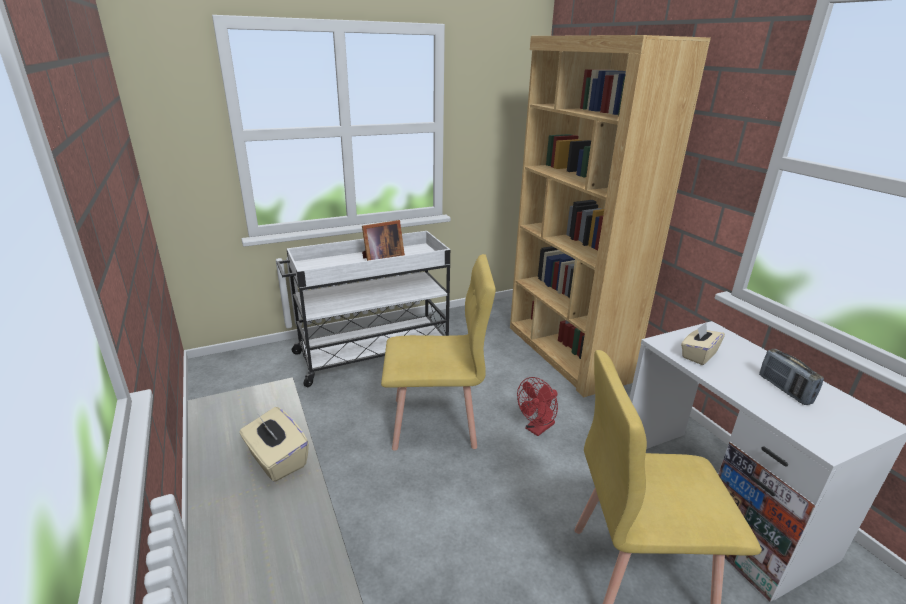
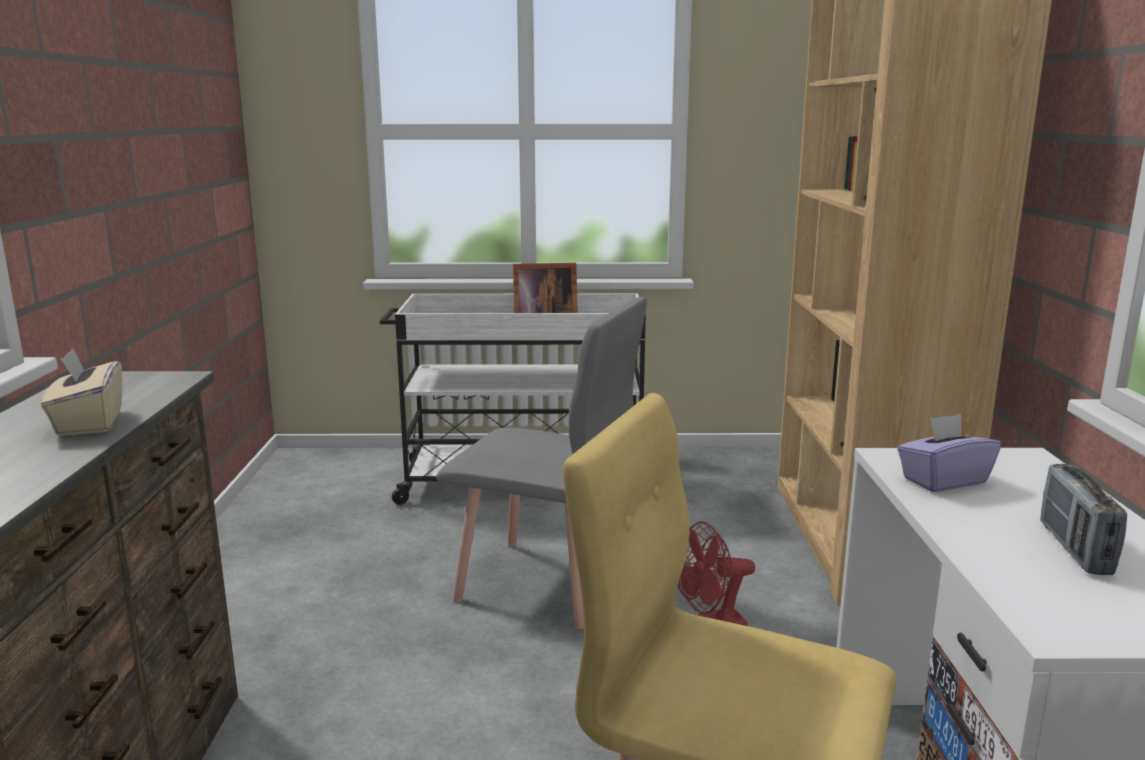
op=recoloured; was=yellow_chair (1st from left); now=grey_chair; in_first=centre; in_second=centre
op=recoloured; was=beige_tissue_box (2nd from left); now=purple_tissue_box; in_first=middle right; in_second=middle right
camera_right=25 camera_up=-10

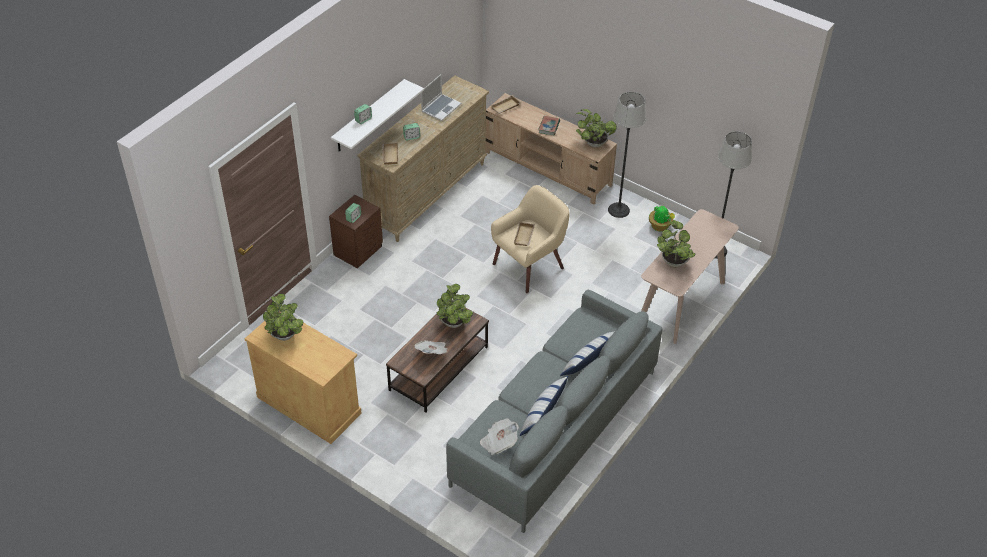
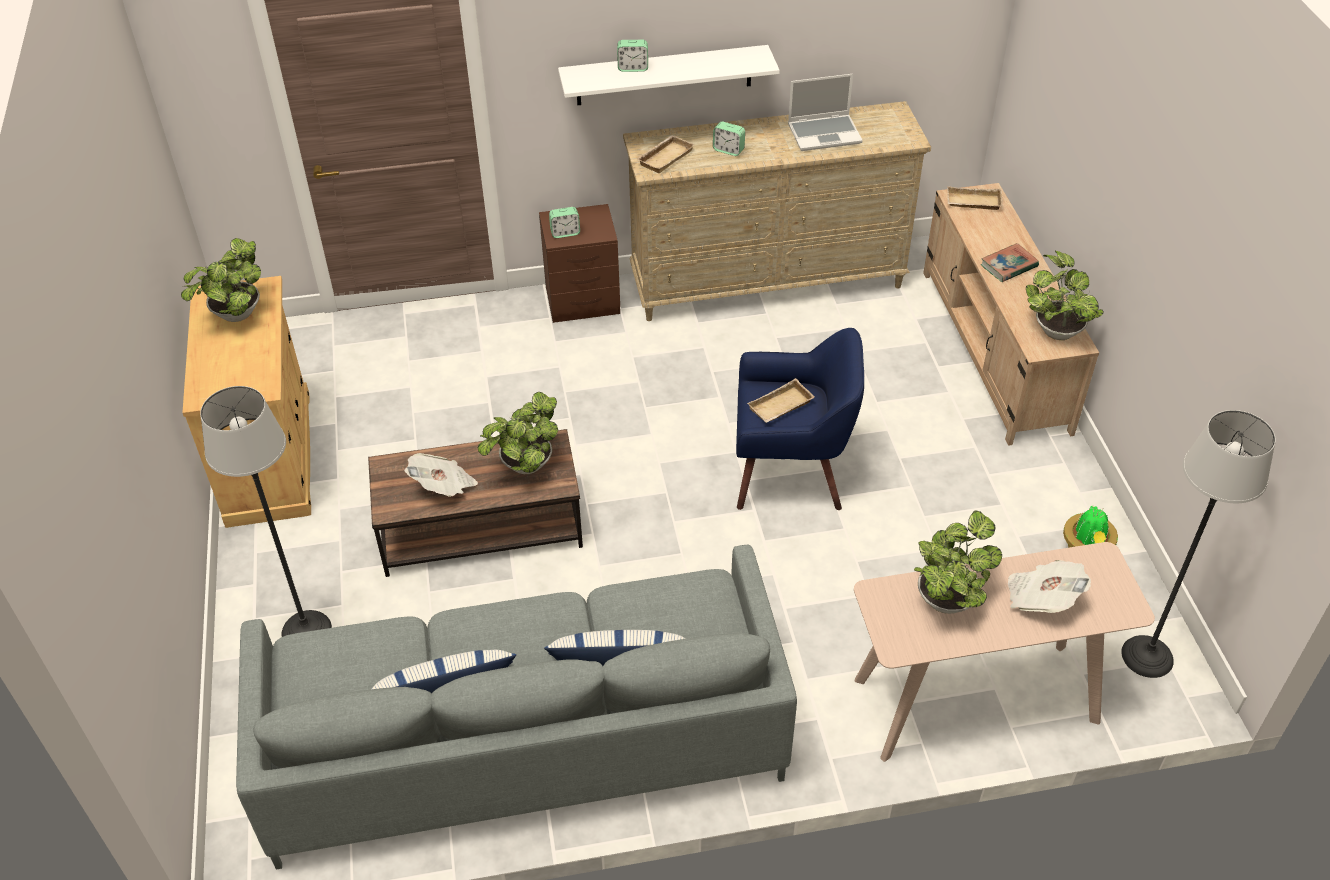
op=moved; was=newspaper (2nd from left); in_first=bottom centre; in_second=middle right
op=moved; was=floor_lamp (1st from left); in_first=top centre; in_second=middle left
op=recoloured; was=beige_armchair; now=blue_armchair; in_first=centre; in_second=centre
camera_right=45 camera_up=0

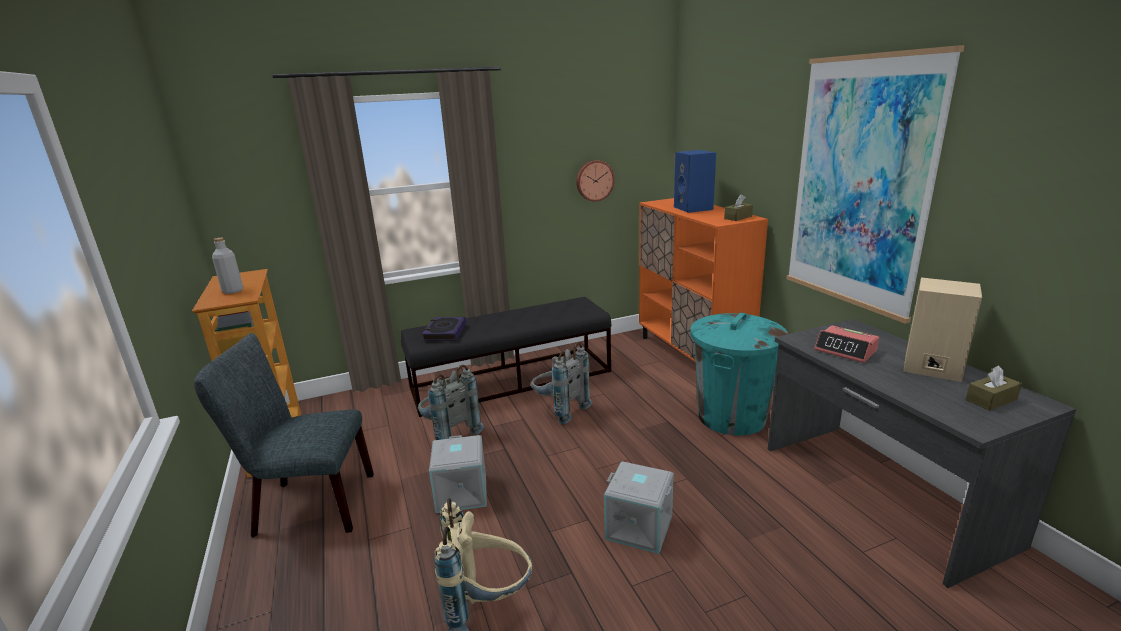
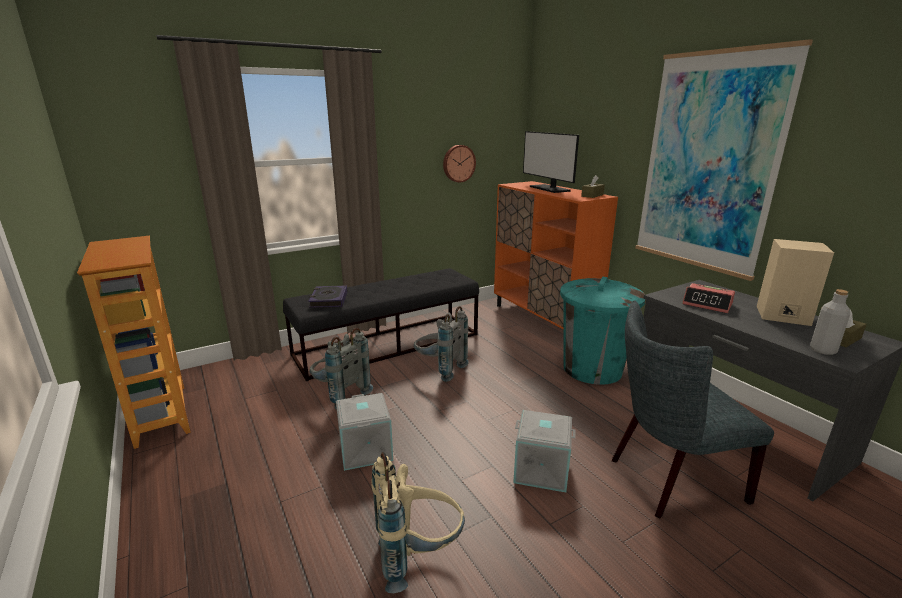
op=moved; was=grey_chair; in_first=bottom left; in_second=bottom right
op=moved; was=grey_bottle; in_first=middle left; in_second=middle right
op=replaced; was=blue_speaker; now=monitor; in_first=top centre; in_second=top centre
camera_right=-10 camera_up=0

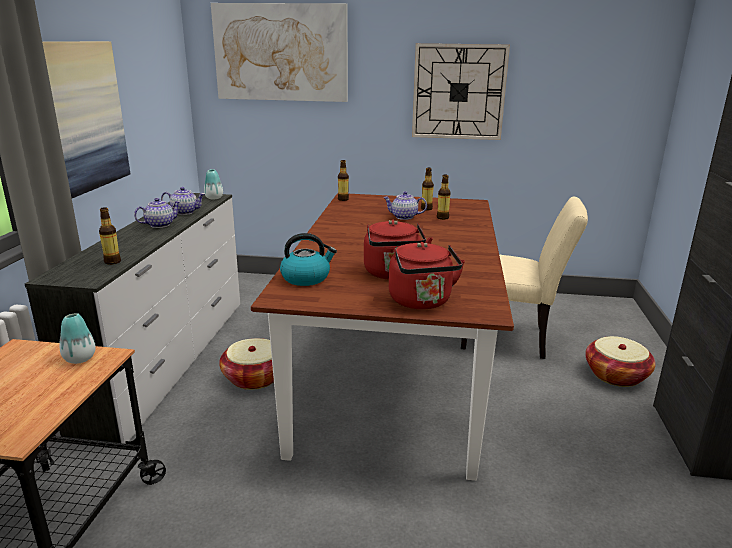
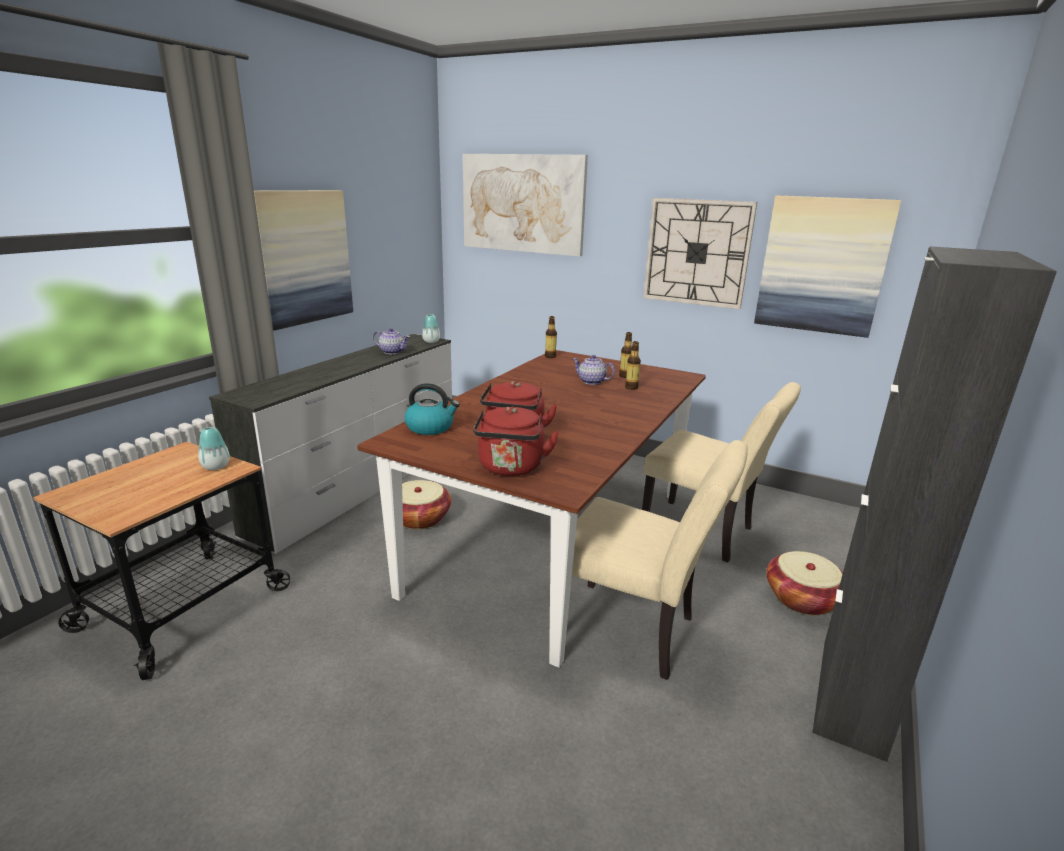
op=removed; was=bottle (1st from left); in_first=middle left
op=removed; was=teapot (1st from left); in_first=middle left
op=added; now=beige_chair (1st from left); in_second=centre
op=added; now=picture (3rd from left); in_second=top right
camera_right=20 camera_up=0

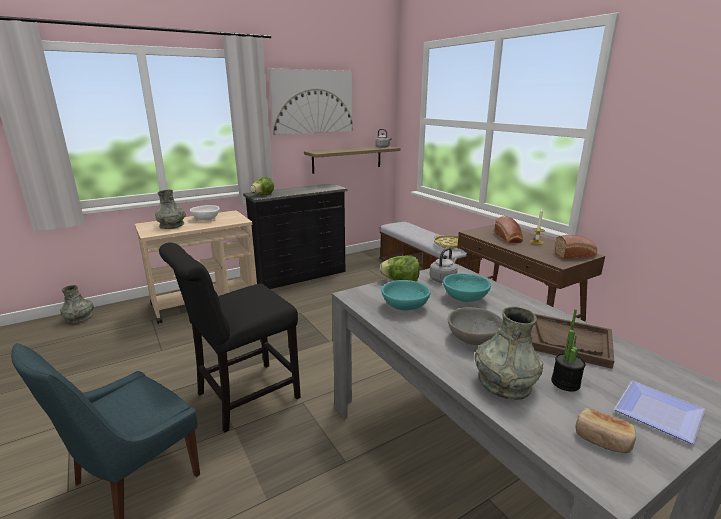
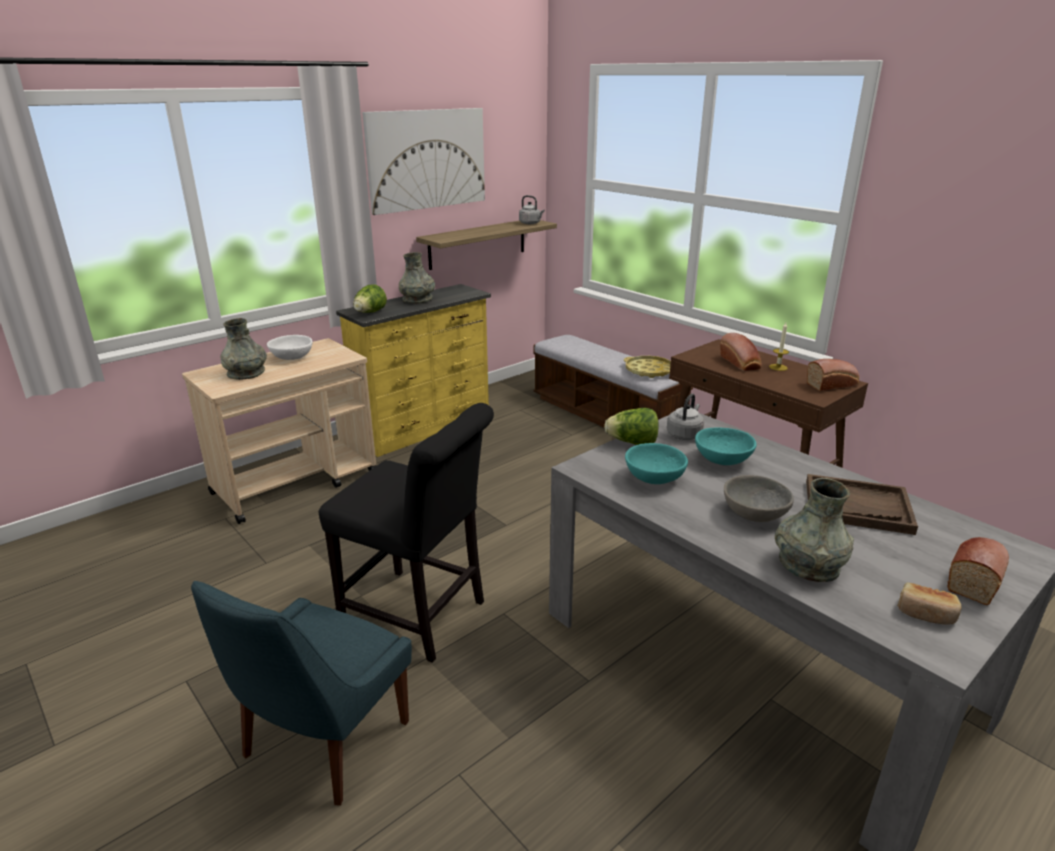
op=removed; was=potted_plant; in_first=bottom right
op=moved; was=grey_vase (1st from left in the first image); now=grey_vase (2nd from left); in_first=middle left; in_second=top centre
op=replaced; was=plate; now=bread (4th from left); in_first=bottom right; in_second=bottom right
op=recoloured; was=black_dresser; now=yellow_dresser; in_first=centre; in_second=centre
op=turned; was=black_chair; in_first=middle left; in_second=centre; clockwise=-105
camera_right=-10 camera_up=5

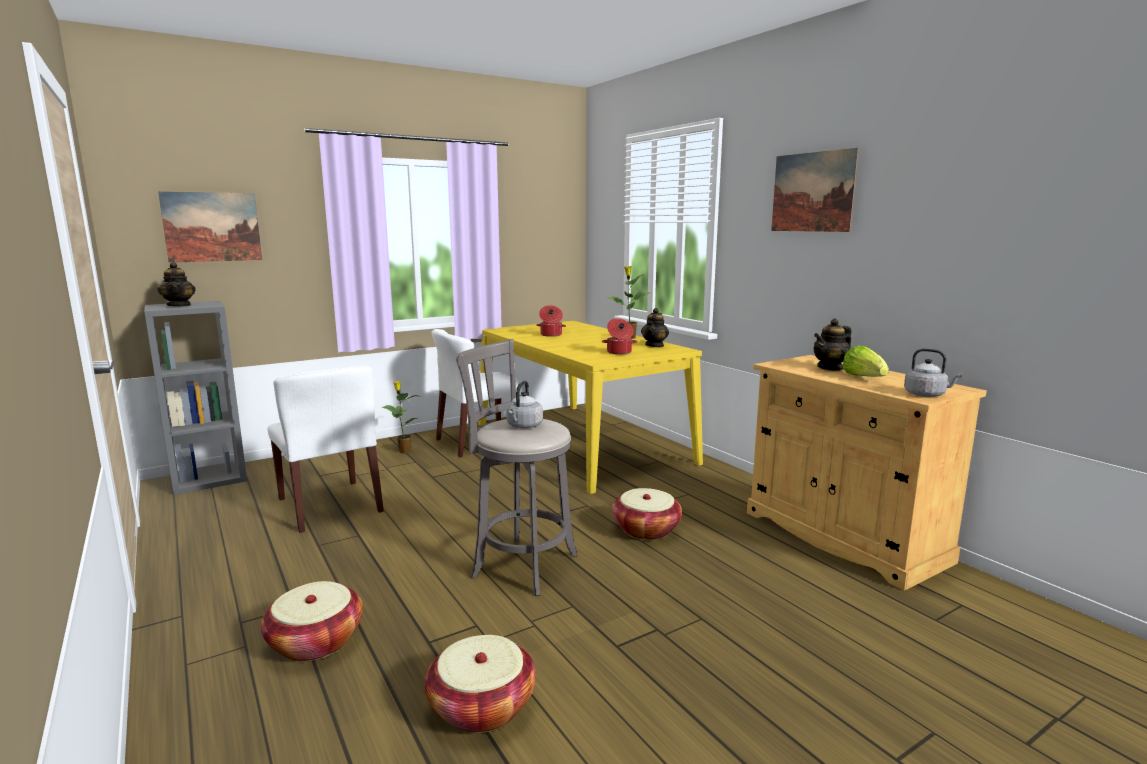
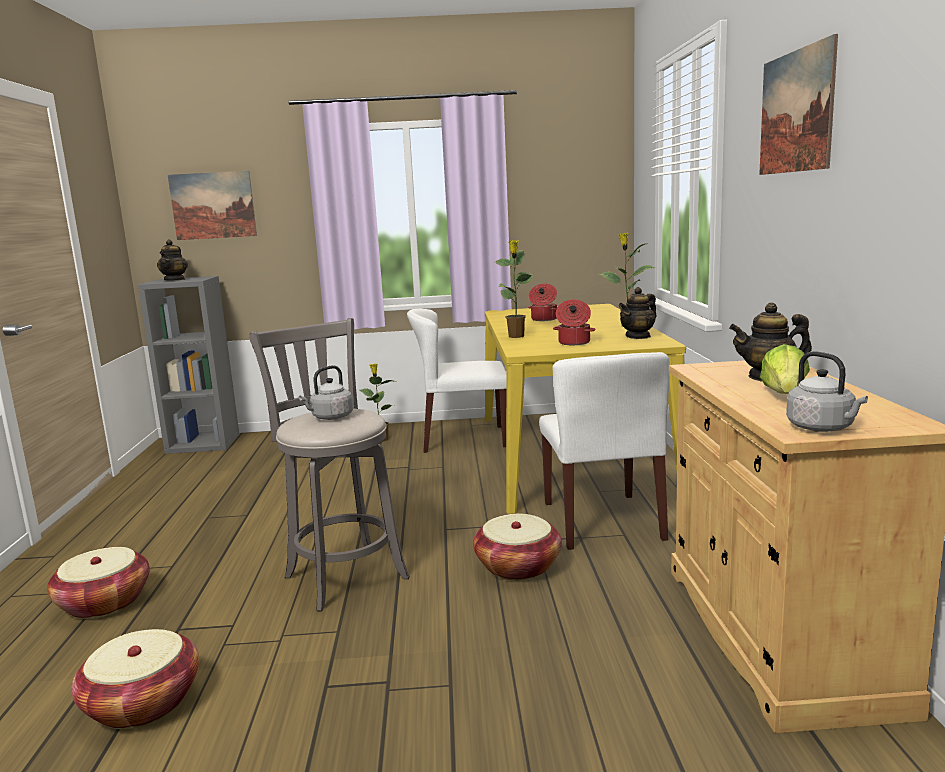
op=added; now=potted_plant (2nd from left); in_second=centre
op=moved; was=white_chair (1st from left in the first image); now=white_chair (2nd from left); in_first=middle left; in_second=centre
camera_right=30 camera_up=0

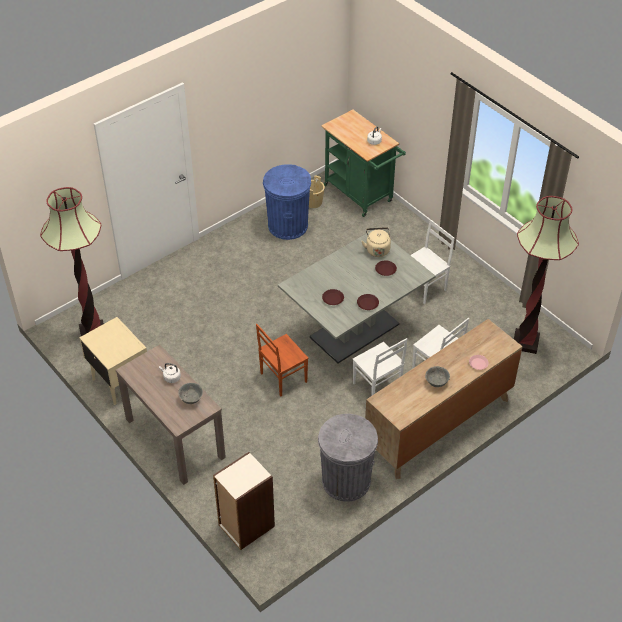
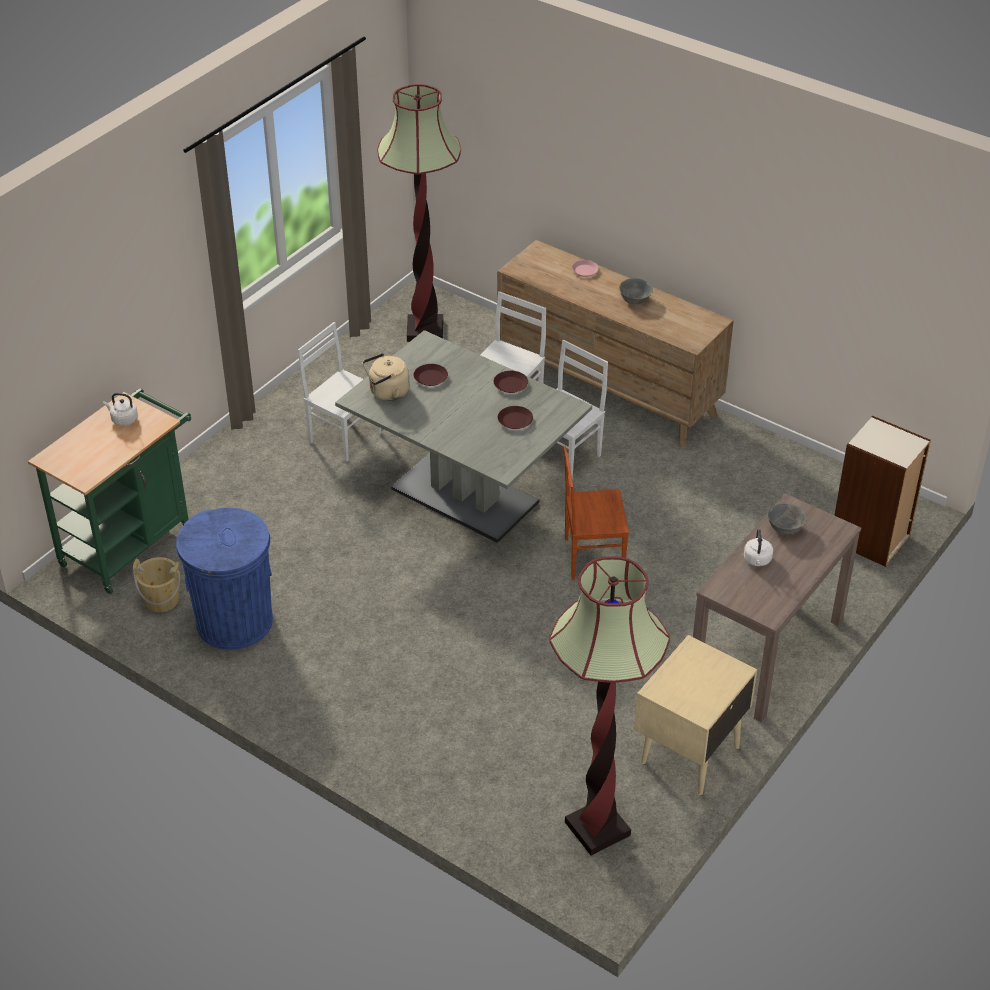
op=removed; was=grey_trash_can; in_first=bottom centre
op=turned; was=brown_chair; in_first=centre; in_second=centre; clockwise=135
camera_right=-105 camera_up=-5

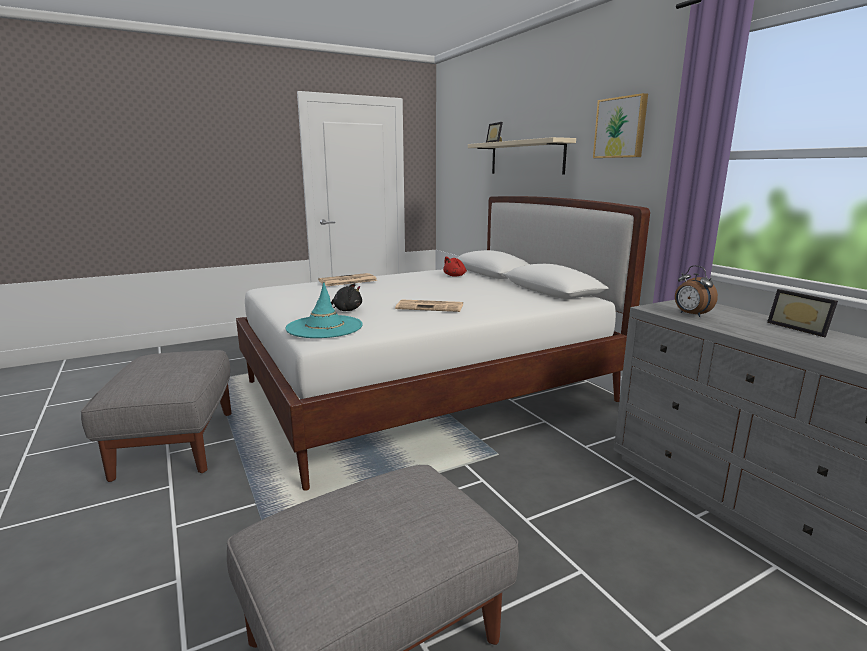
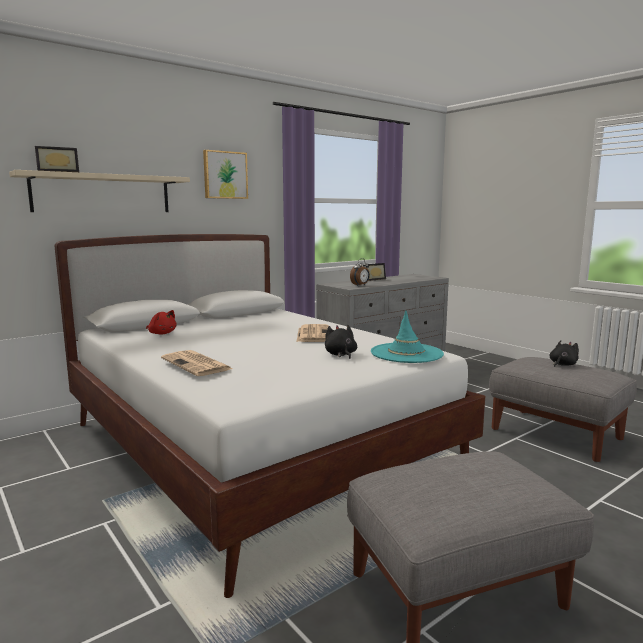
op=added; now=black_plush_toy (2nd from left); in_second=middle right
camera_right=-100 camera_up=-5

